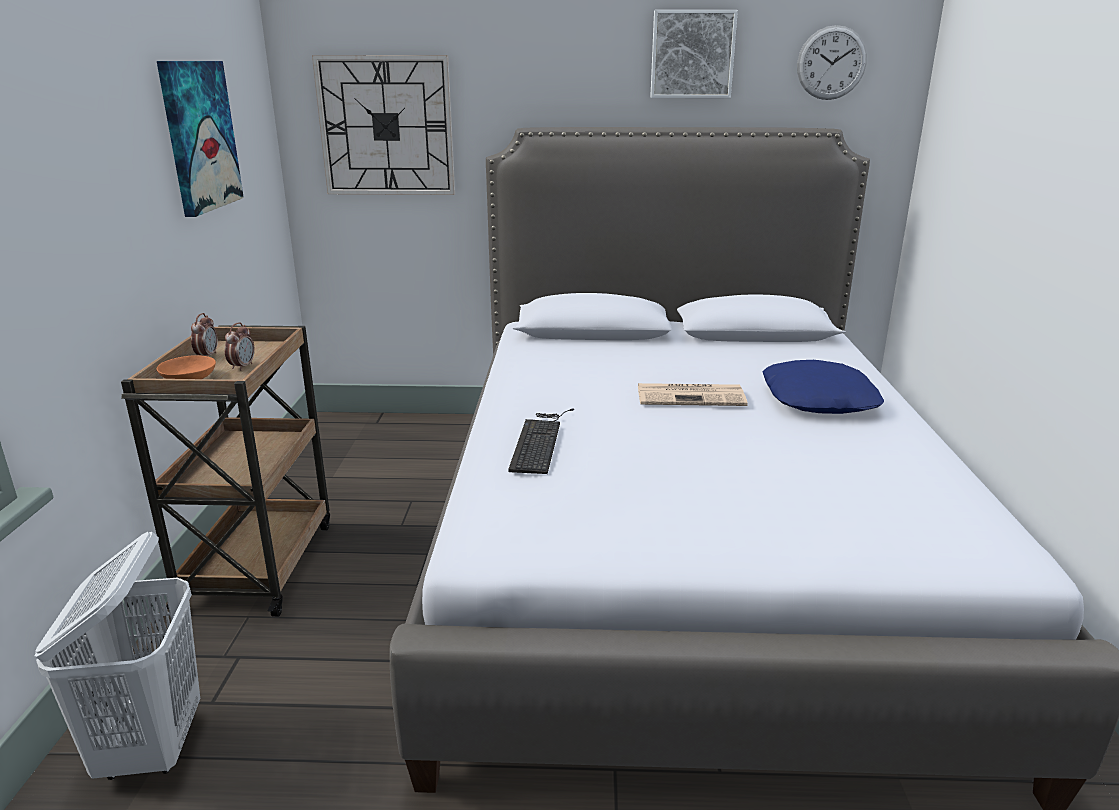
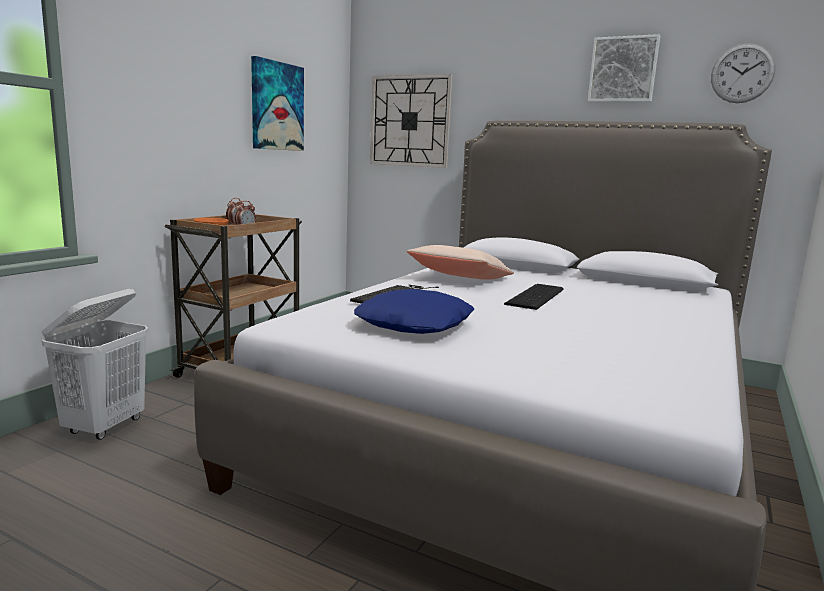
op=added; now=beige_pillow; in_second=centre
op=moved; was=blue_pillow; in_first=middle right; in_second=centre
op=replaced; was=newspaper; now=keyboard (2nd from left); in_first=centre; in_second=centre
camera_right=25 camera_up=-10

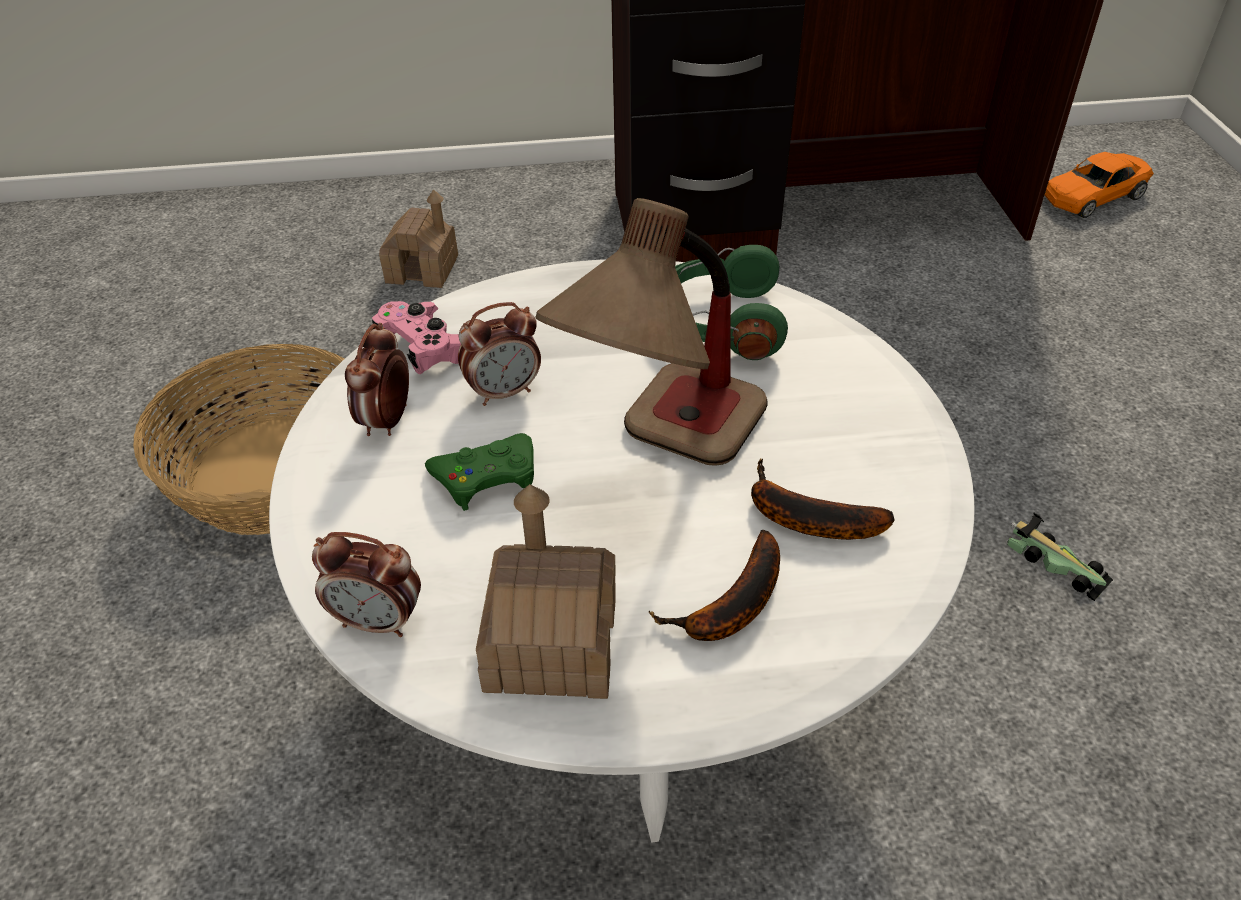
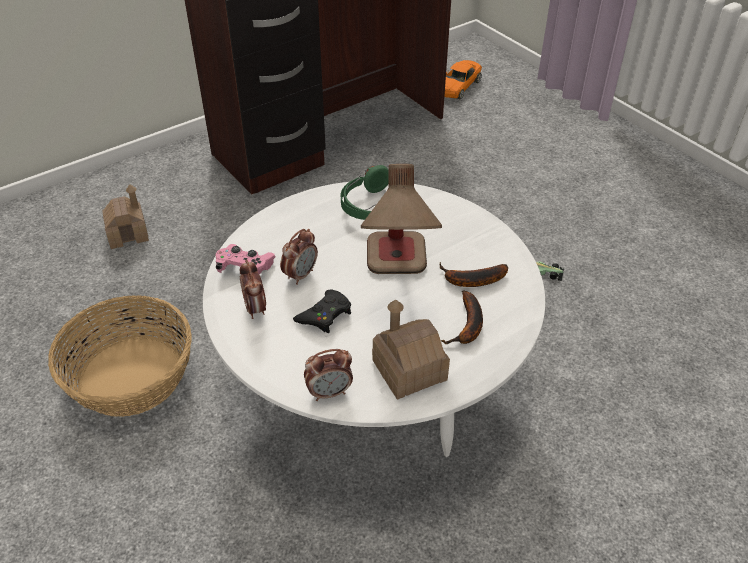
op=recoloured; was=green_game_controller; now=black_game_controller; in_first=centre; in_second=centre
camera_right=-30 camera_up=0

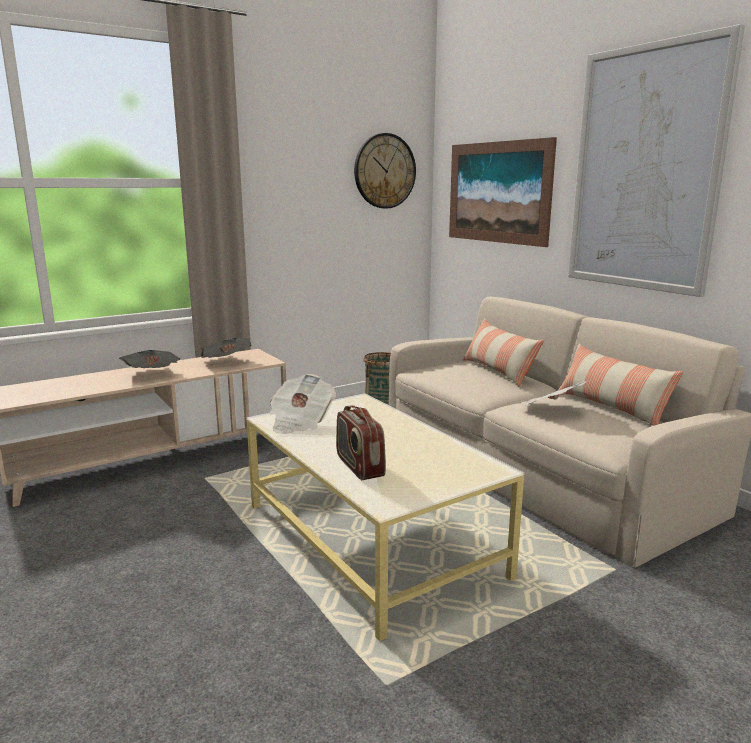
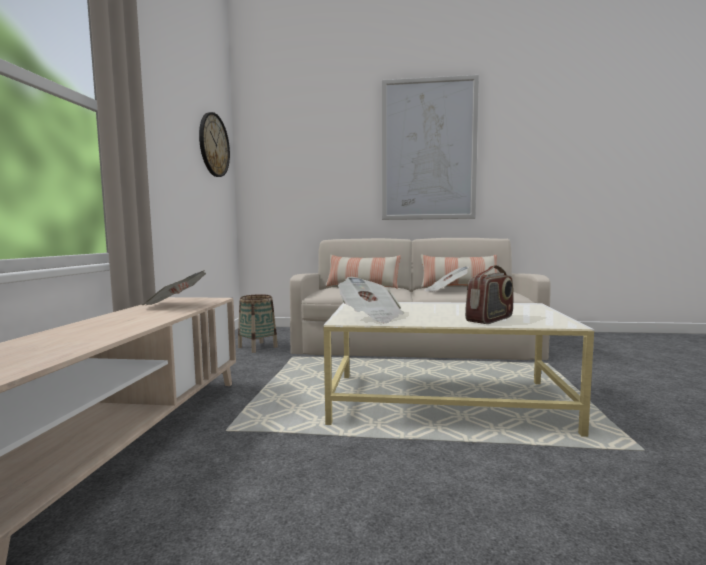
op=removed; was=newspaper (1st from left); in_first=middle left
op=removed; was=picture (1st from left); in_first=top right
op=turned; was=radio; in_first=centre; in_second=middle right; clockwise=-60
camera_right=-50 camera_up=-10

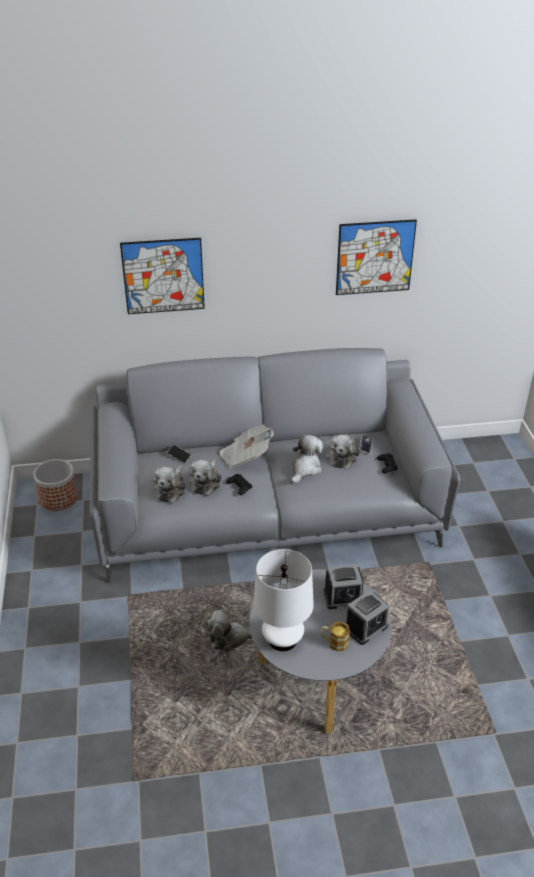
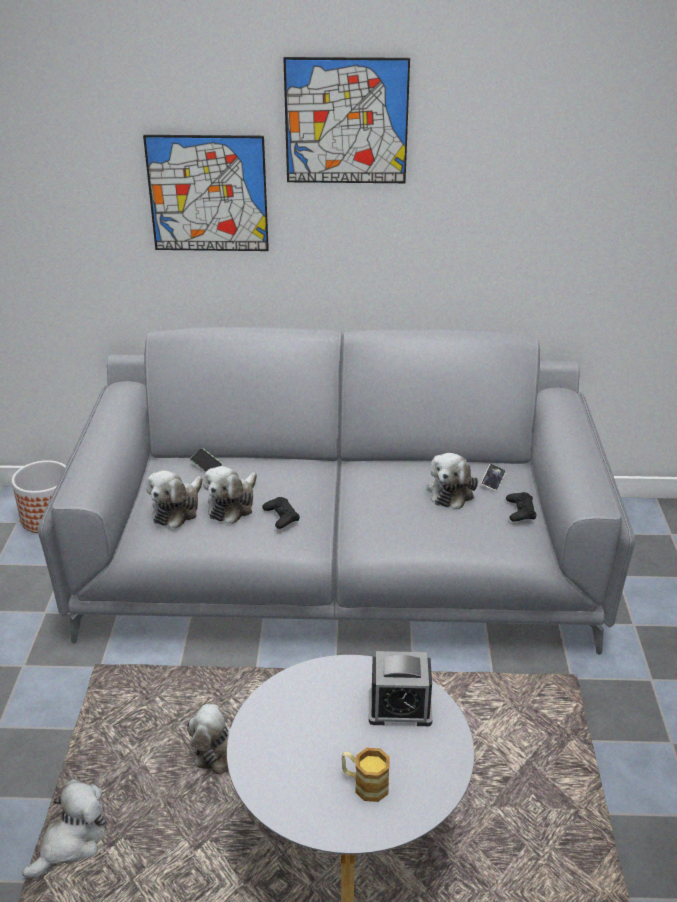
op=removed; was=newspaper; in_first=centre
op=removed; was=white_table_lamp; in_first=bottom centre
op=removed; was=alarm_clock (2nd from left); in_first=bottom right
op=moved; was=plush_toy (4th from left in the first image); now=plush_toy (1st from left); in_first=centre; in_second=bottom left
op=moved; was=picture (2nd from left); in_first=top right; in_second=top centre
camera_right=10 camera_up=-5

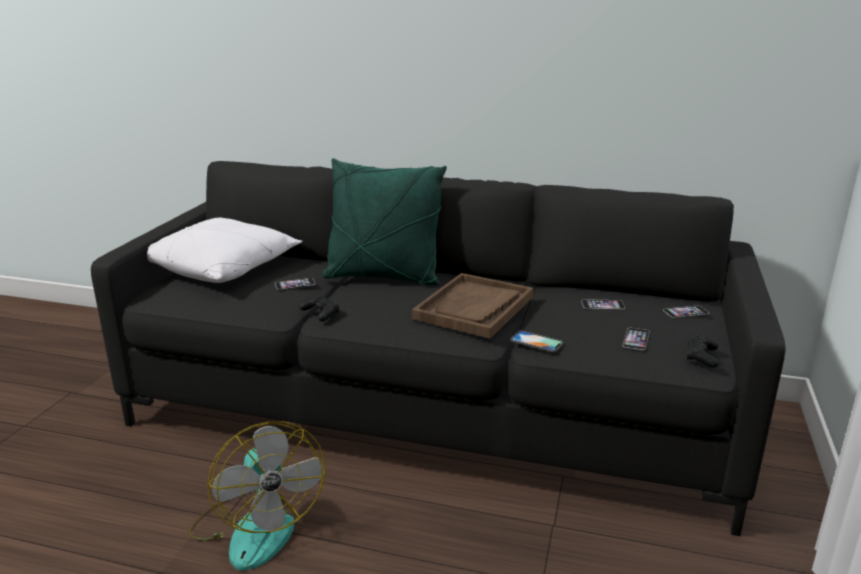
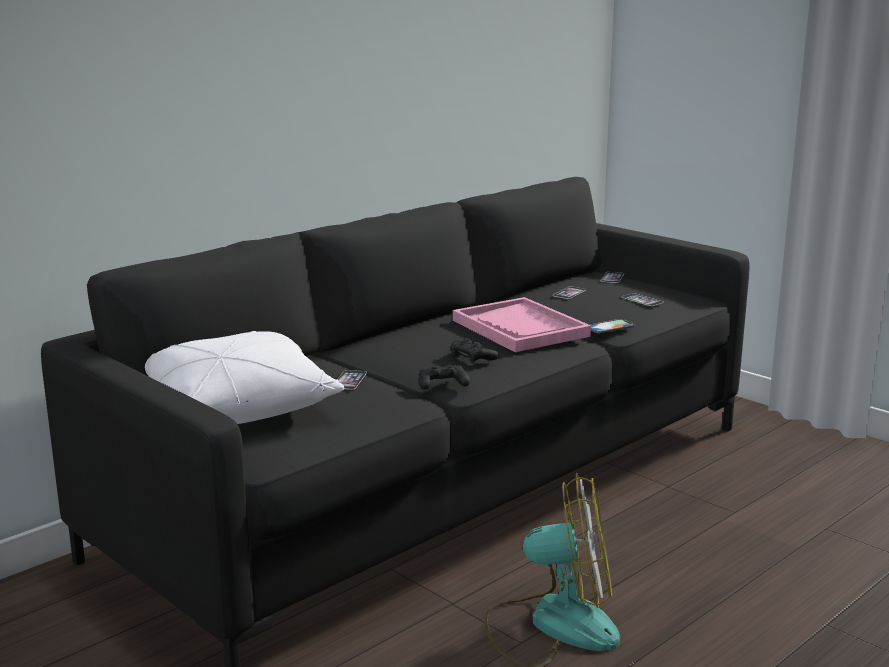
op=removed; was=green_pillow; in_first=centre
op=moved; was=black_game_controller (2nd from left); in_first=middle right; in_second=centre
op=recoloured; was=brown_tray; now=pink_tray; in_first=centre; in_second=centre
camera_right=-60 camera_up=-5

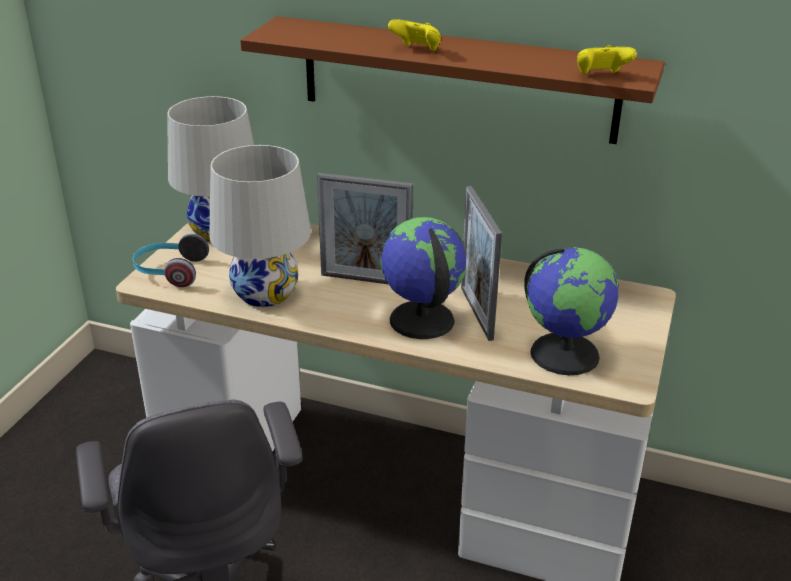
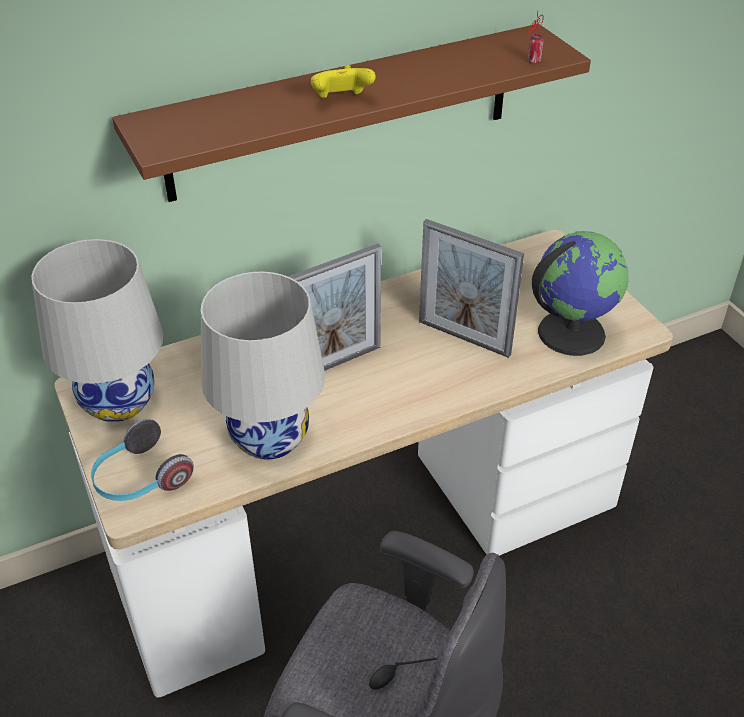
op=removed; was=globe (1st from left); in_first=centre
op=replaced; was=yellow_game_controller (2nd from left); now=can; in_first=top right; in_second=top right
camera_right=-45 camera_up=10

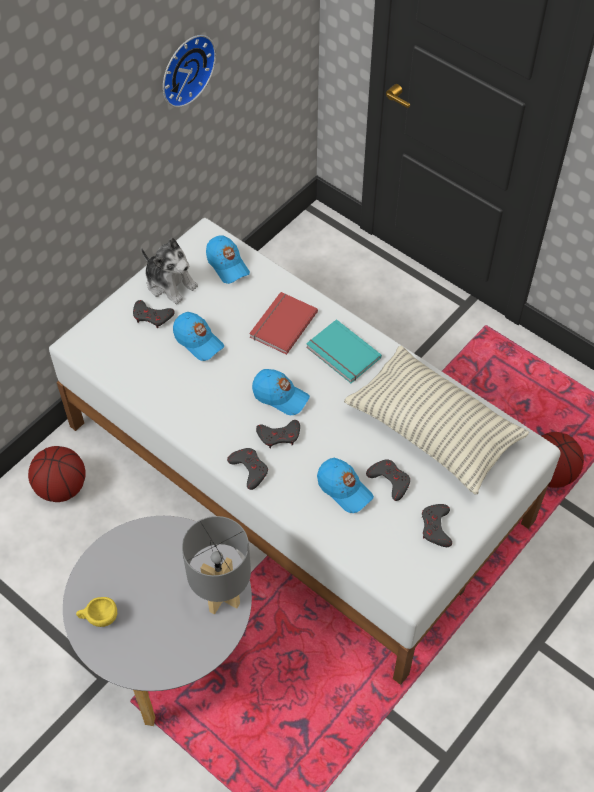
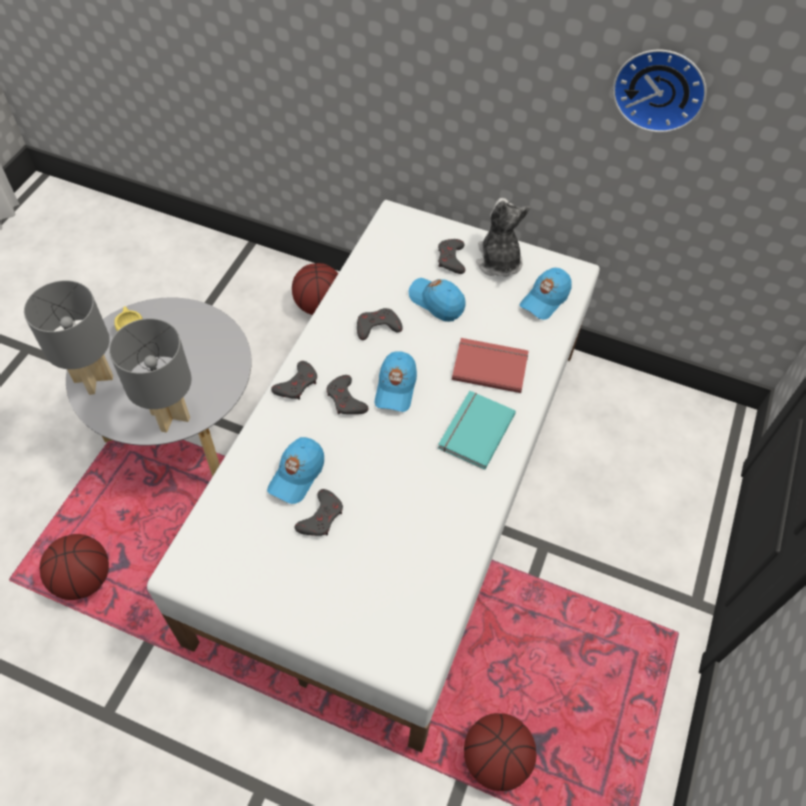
op=removed; was=pillow; in_first=middle right
op=added; now=grey_table_lamp (1st from left); in_second=middle left
op=added; now=basketball (1st from left); in_second=bottom left
op=moved; was=grey_game_controller (5th from left in the first image); now=grey_game_controller (4th from left); in_first=middle right; in_second=centre
op=turned; was=plush_toy; in_first=middle left; in_second=top centre; clockwise=150
op=turned; was=blue_cap (1st from left in the first image); in_first=centre; in_second=centre; clockwise=105
camera_right=70 camera_up=0

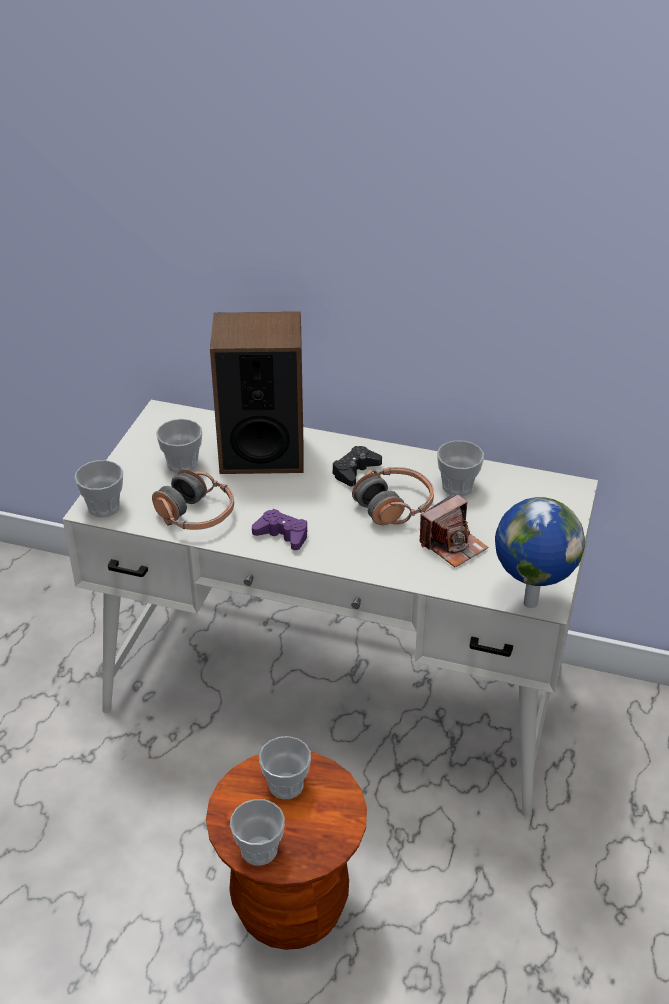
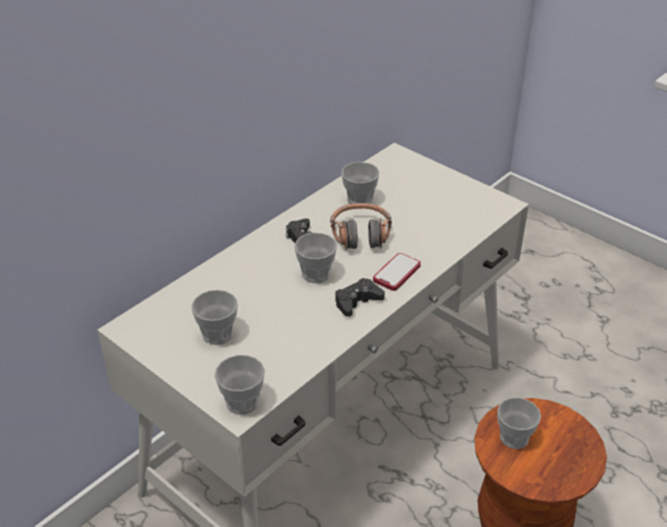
op=removed; was=headphones (1st from left); in_first=middle left
op=removed; was=speaker; in_first=centre
op=removed; was=photo_camera; in_first=middle right
op=removed; was=globe; in_first=middle right
op=added; now=phone; in_second=centre
op=moved; was=cup (3rd from left); in_first=bottom centre; in_second=centre
op=recoloured; was=purple_game_controller; now=black_game_controller (2nd from left); in_first=centre; in_second=centre
camera_right=-65 camera_up=0

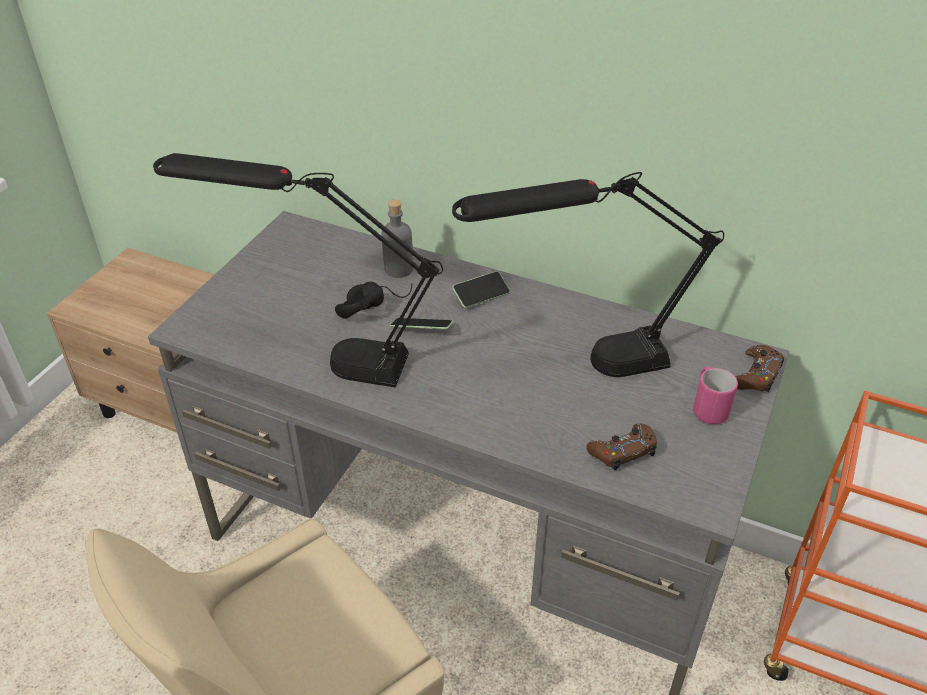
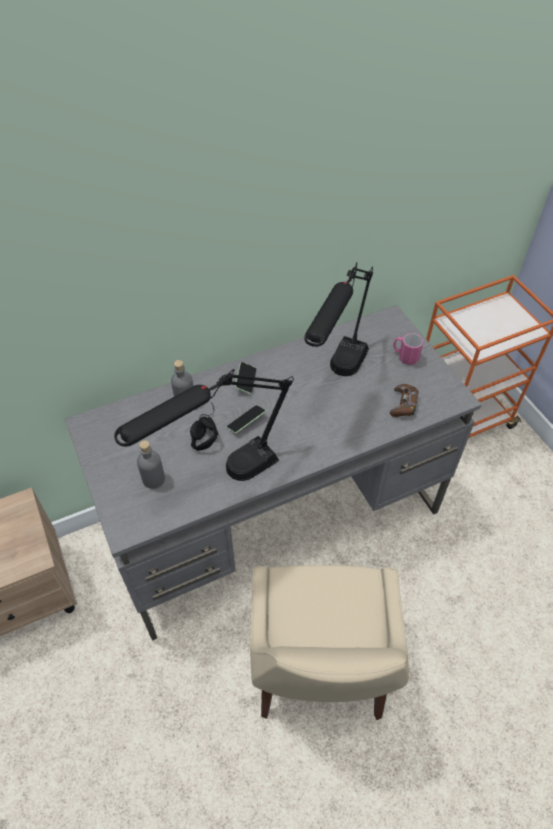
op=removed; was=brown_game_controller (2nd from left); in_first=middle right
op=added; now=grey_bottle (1st from left); in_second=middle left
camera_right=-50 camera_up=10

